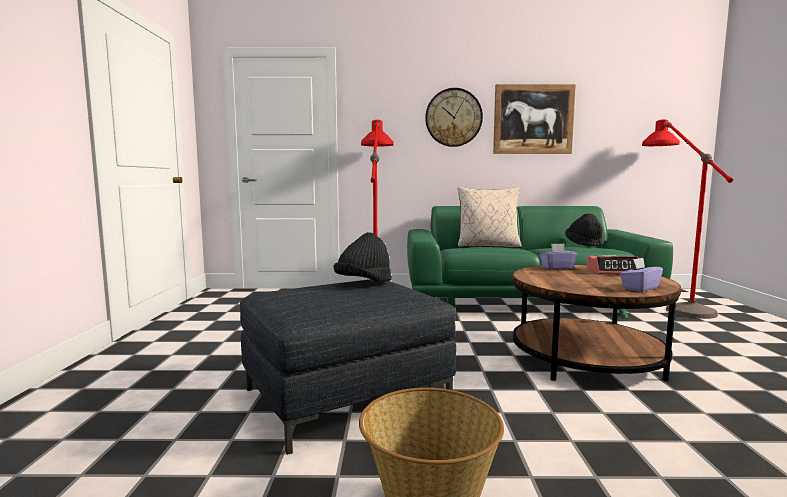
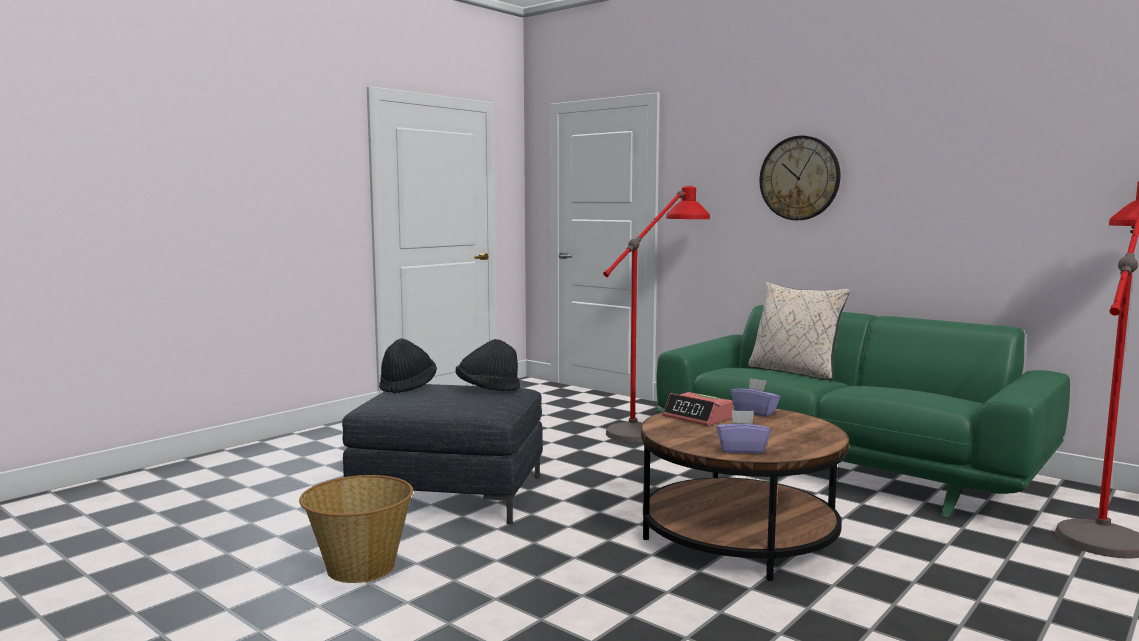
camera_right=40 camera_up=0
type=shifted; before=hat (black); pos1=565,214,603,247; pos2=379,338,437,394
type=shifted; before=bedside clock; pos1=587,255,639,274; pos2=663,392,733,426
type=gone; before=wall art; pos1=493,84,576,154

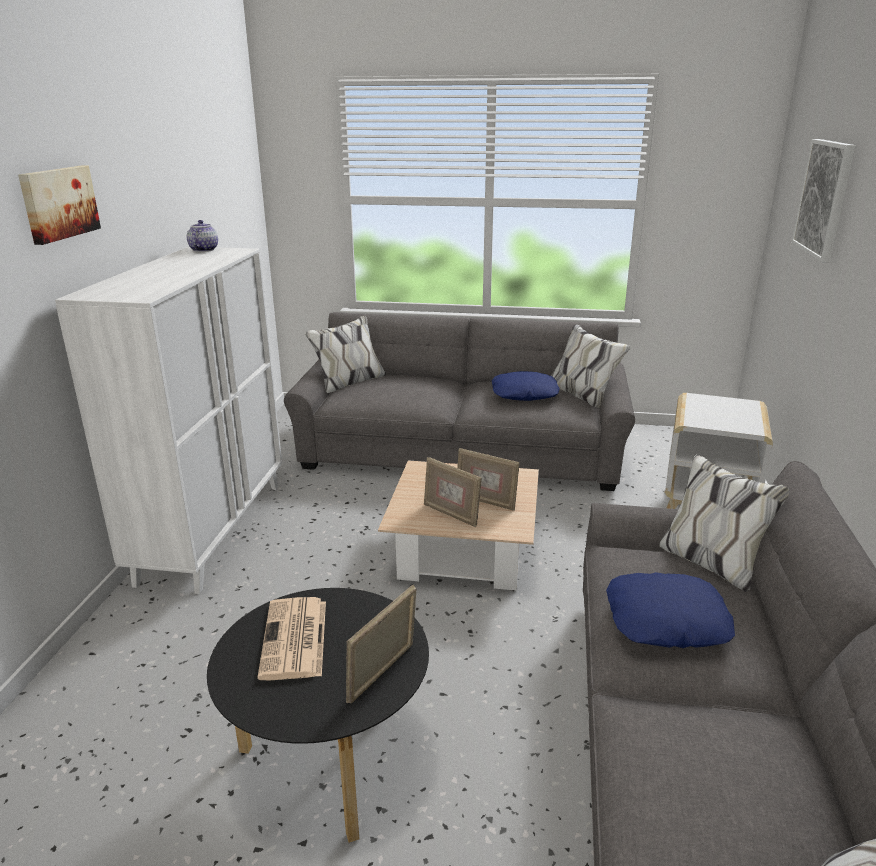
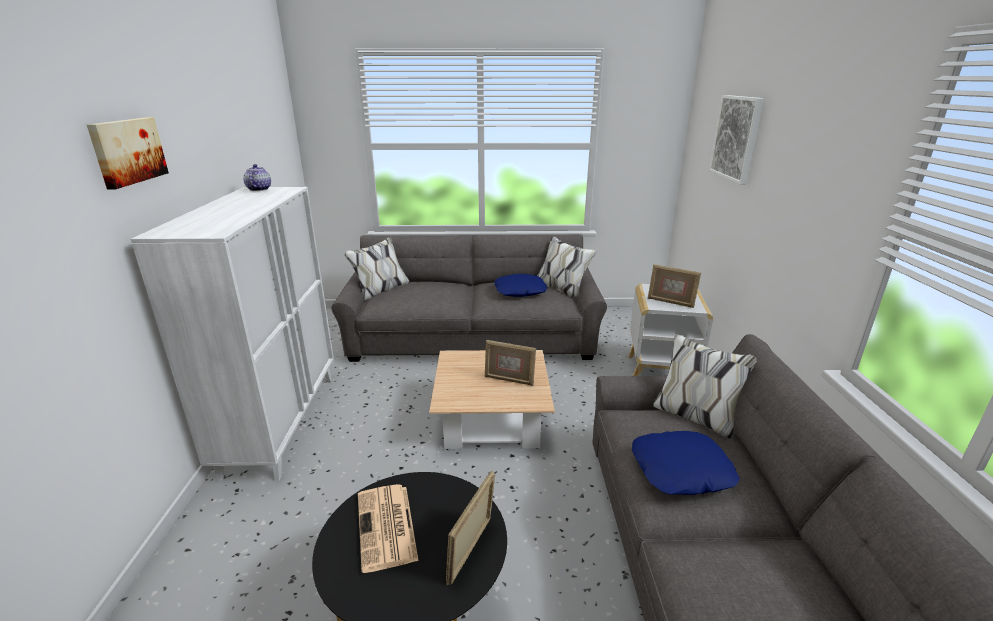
camera_right=-10 camera_up=0
type=shifted; before=picture frame; pos1=424,457,482,527; pos2=648,264,701,308

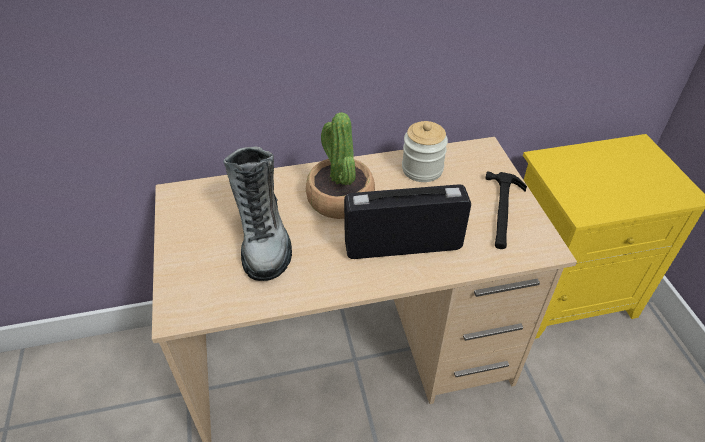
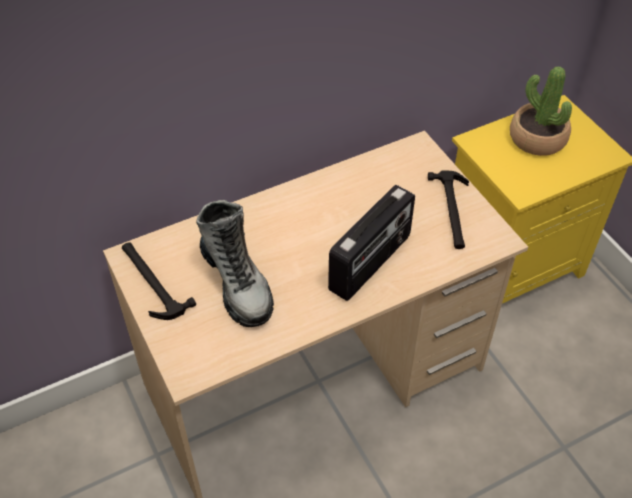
camera_right=-15 camera_up=5
type=new; after=tool hammer; pos2=122,242,196,320
type=rotated; before=radio; pos1=344,184,471,259; pos2=328,185,415,301; turn=150
type=shifted; before=plant in a pot; pos1=306,112,375,219; pos2=510,66,572,156
type=gone; before=preserve jar; pos1=402,121,448,182

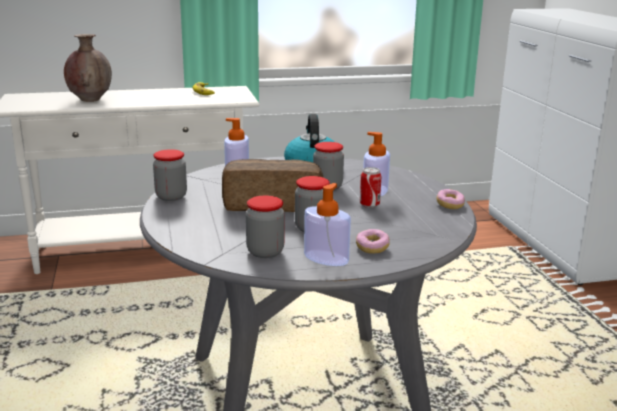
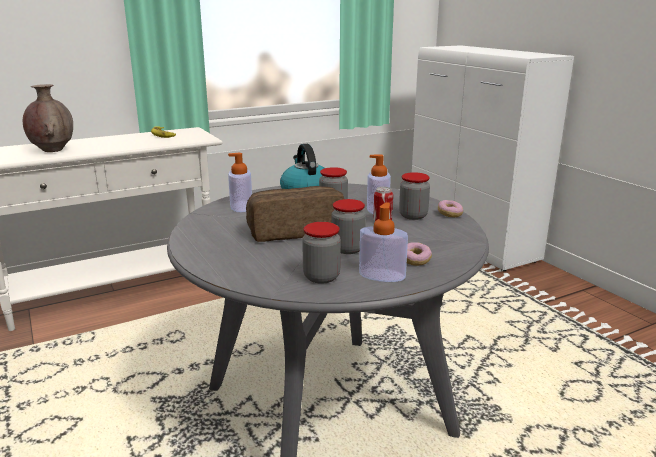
camera_right=-15 camera_up=0
type=shifted; before=preserve jar; pos1=153,149,187,201; pos2=399,172,430,220

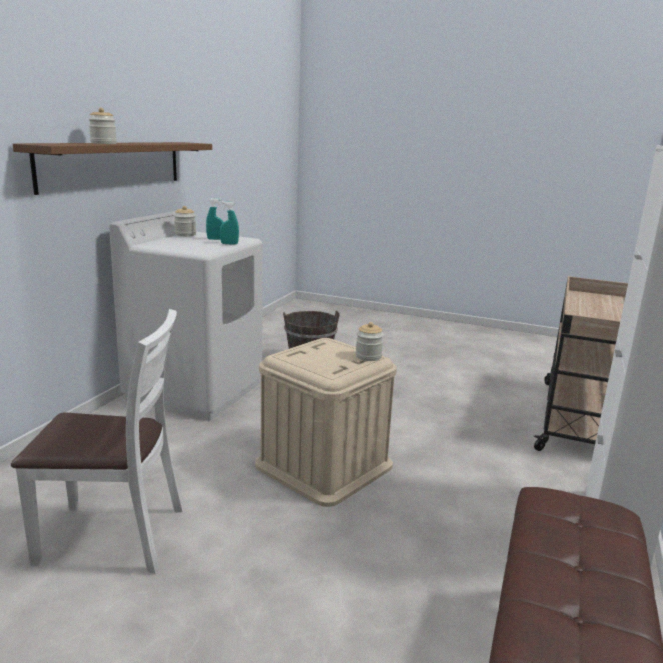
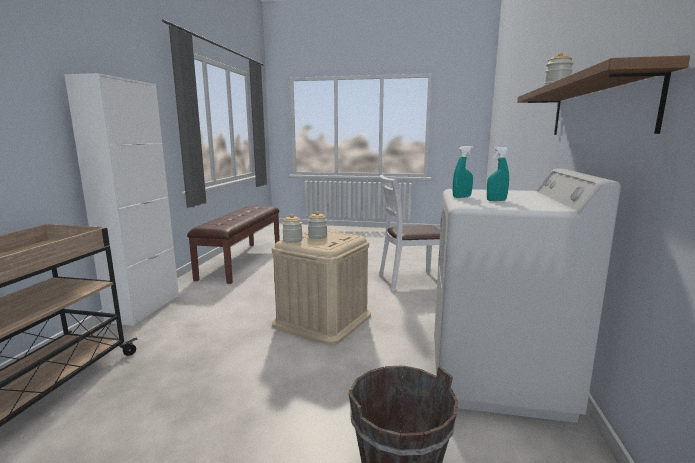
camera_right=170 camera_up=-5
type=shifted; before=preserve jar; pos1=174,206,196,236; pos2=308,211,327,239

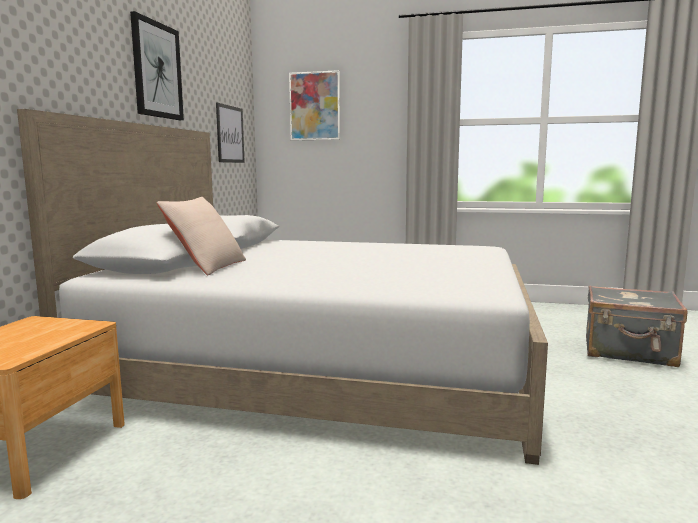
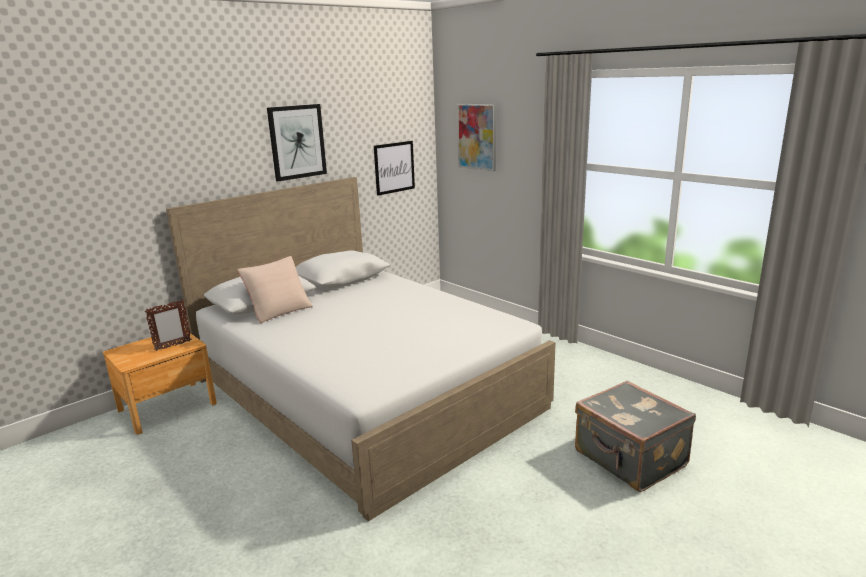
camera_right=35 camera_up=10
type=new; after=picture frame; pos2=145,300,192,351

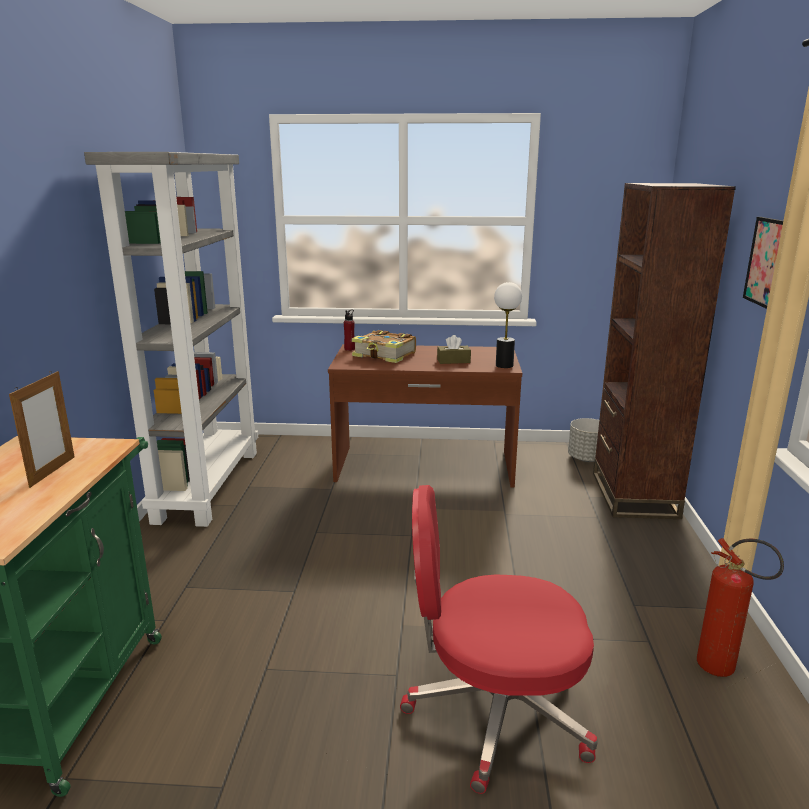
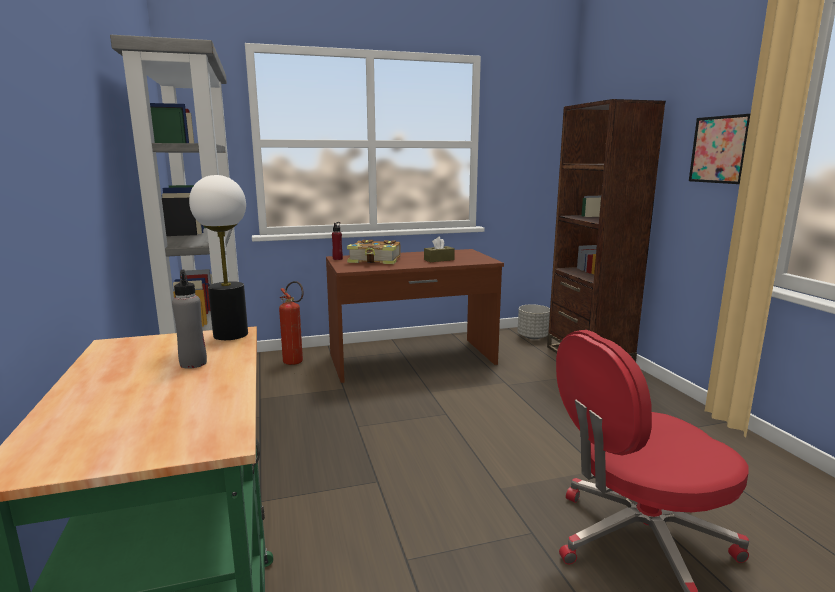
camera_right=-20 camera_up=-5
type=swapped; before=picture frame; after=beverage bottle (greyish); pos1=9,371,75,488; pos2=172,270,207,369
type=shifted; before=lamp for a table; pos1=494,282,522,368; pos2=189,175,248,340
type=shifted; before=extinguisher; pos1=697,538,784,677; pos2=279,281,304,365

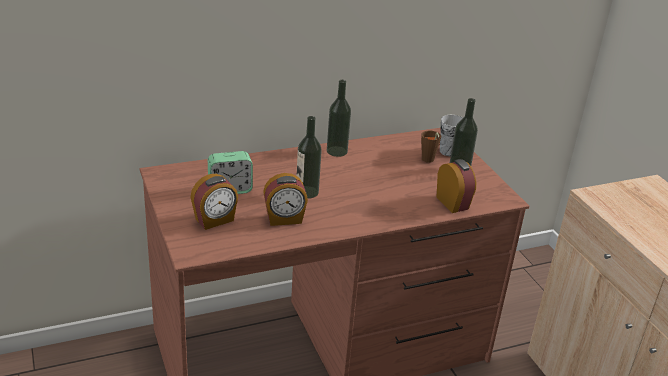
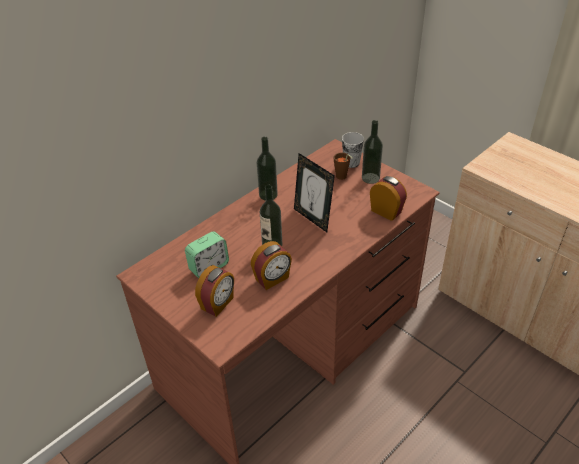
camera_right=-20 camera_up=10
type=new; after=picture frame; pos2=294,153,335,232

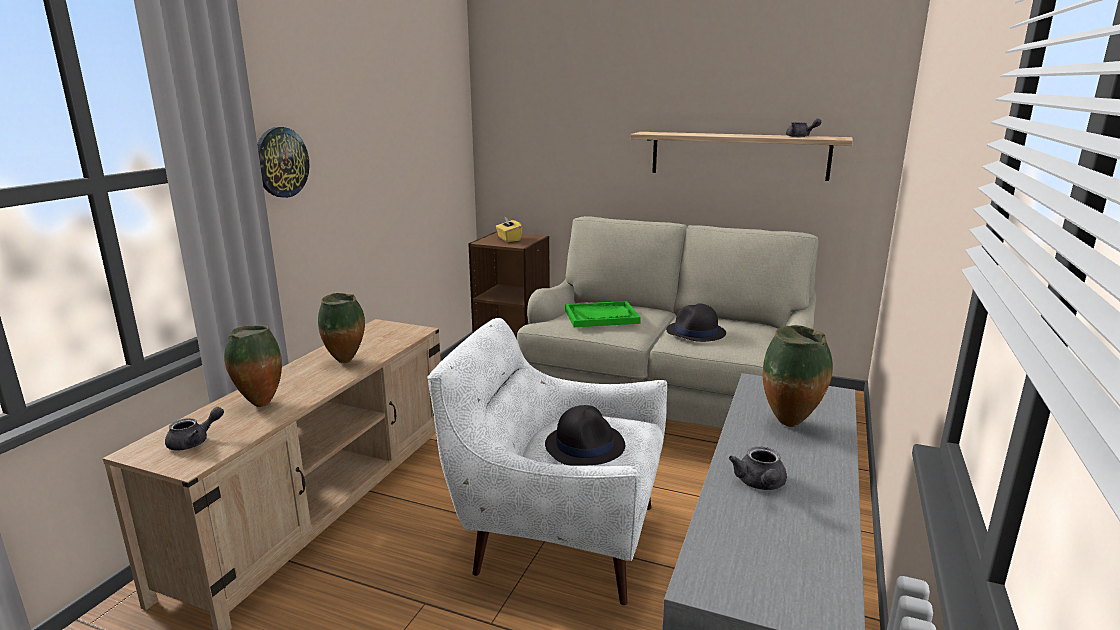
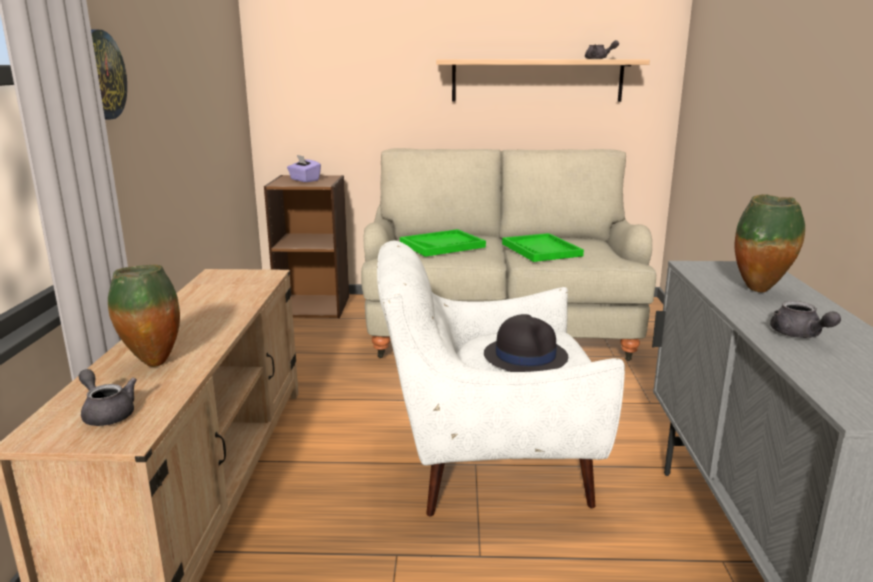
camera_right=-20 camera_up=0
type=rotated; before=pot for tea (greyish); pos1=165,407,224,451; pos2=78,369,137,426; turn=-75
type=repainted; before=tissue box (yellow-coloured); after=tissue box (purplish); pos1=496,216,522,242; pos2=287,155,321,182
type=swapped; before=hat (black); after=tray (green); pos1=666,303,726,342; pos2=502,233,584,262
type=gone; before=vase; pos1=318,293,365,363

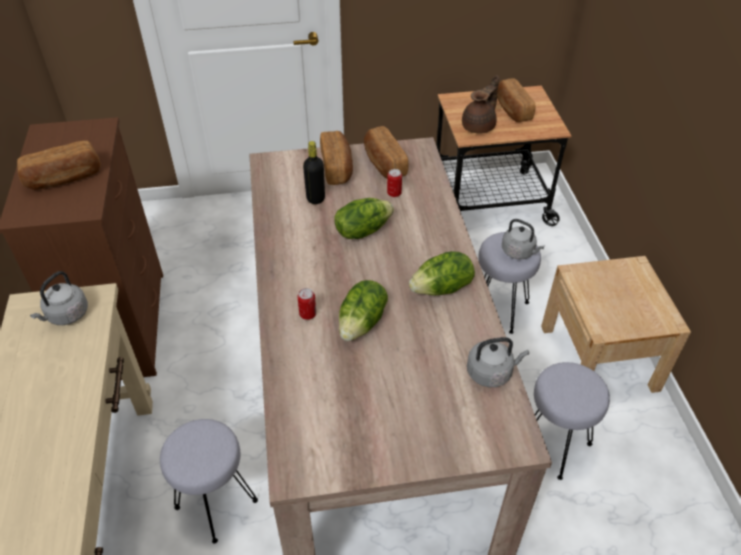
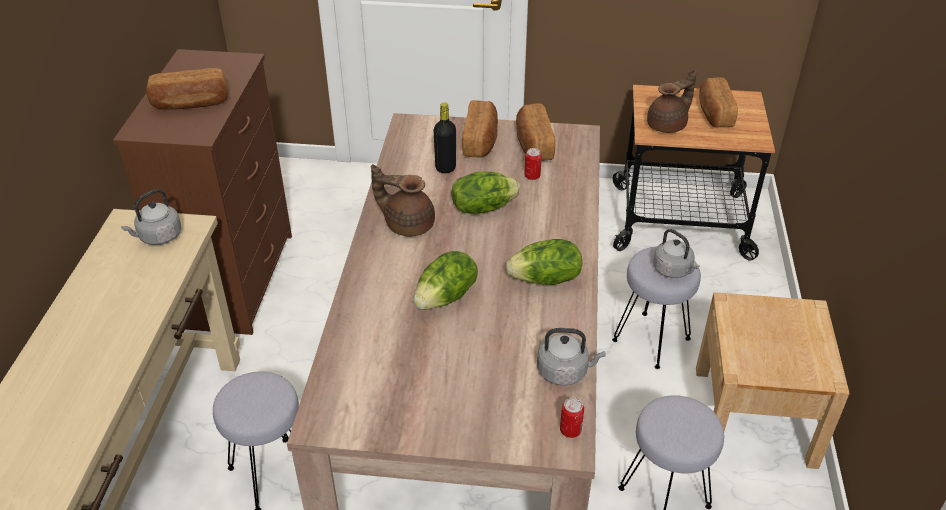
camera_right=15 camera_up=-5
type=new; after=pot for tea (brown-coloured); pos2=371,164,435,237
type=shifted; before=sealed can; pos1=297,288,316,320; pos2=560,398,584,438

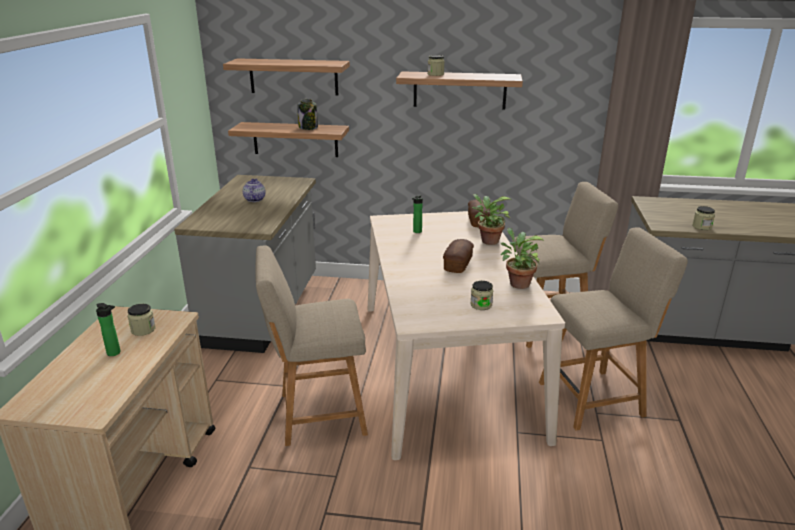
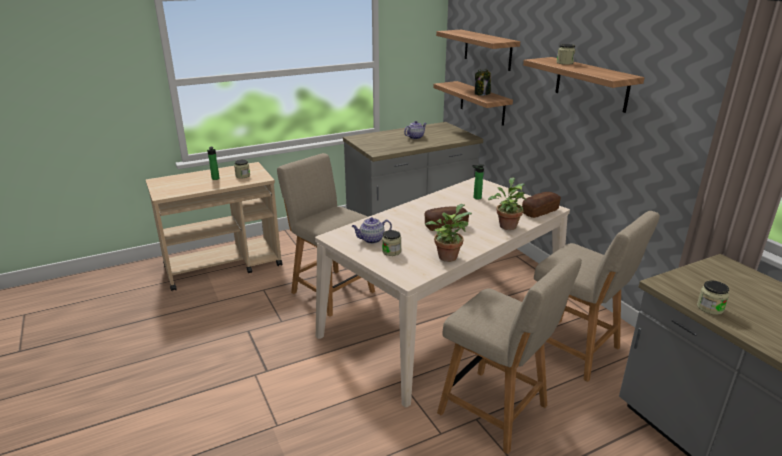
camera_right=55 camera_up=0
type=new; after=pot for tea; pos2=351,217,392,244

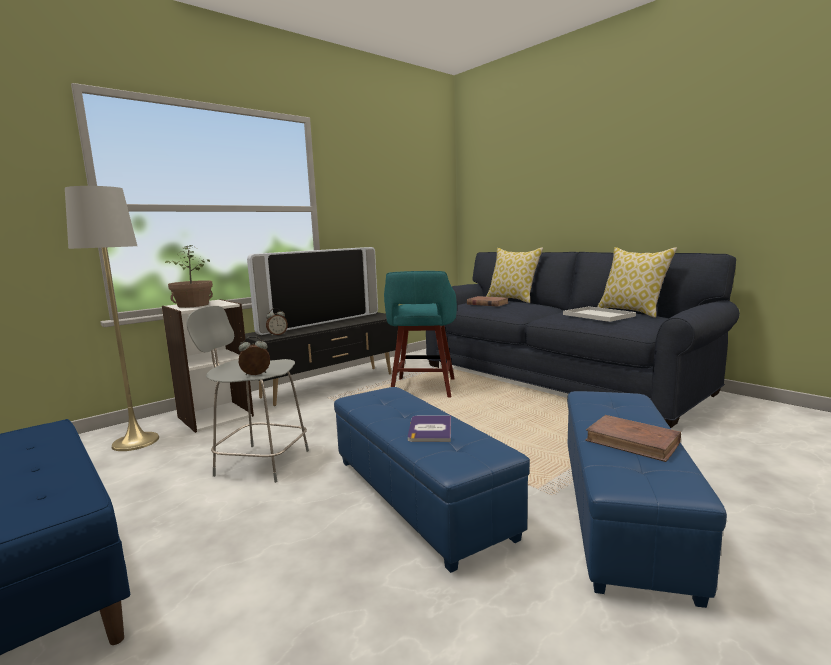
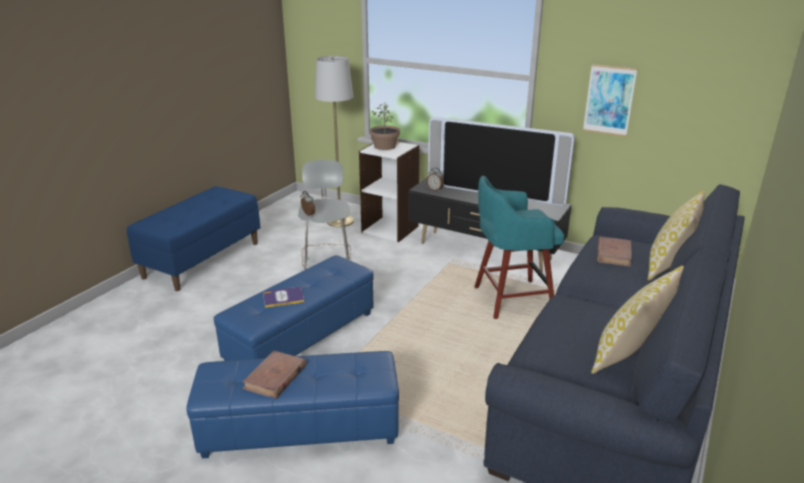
camera_right=70 camera_up=15
type=new; after=wall art; pos2=583,65,637,136
type=gone; before=tray (white); pos1=563,306,636,322

